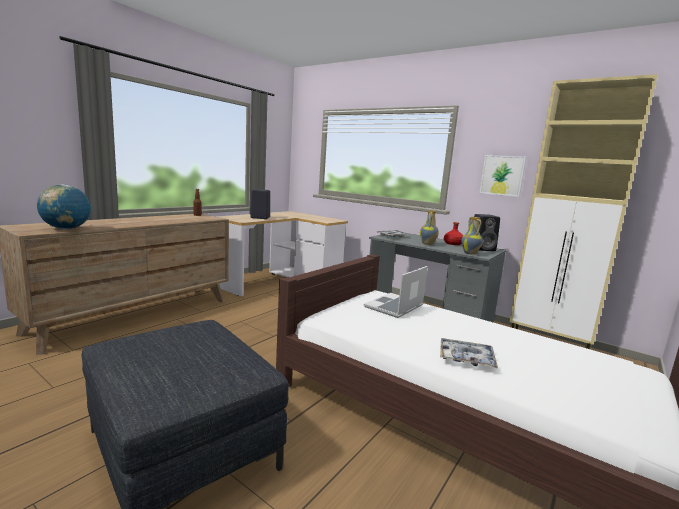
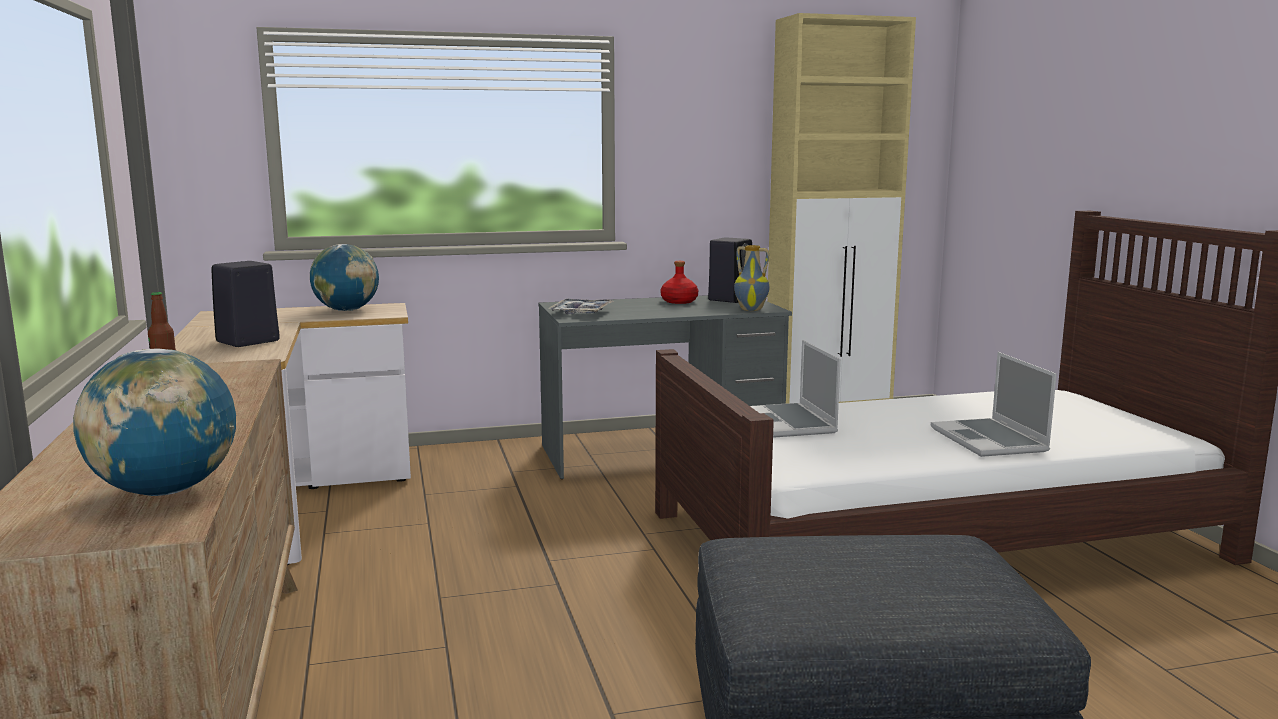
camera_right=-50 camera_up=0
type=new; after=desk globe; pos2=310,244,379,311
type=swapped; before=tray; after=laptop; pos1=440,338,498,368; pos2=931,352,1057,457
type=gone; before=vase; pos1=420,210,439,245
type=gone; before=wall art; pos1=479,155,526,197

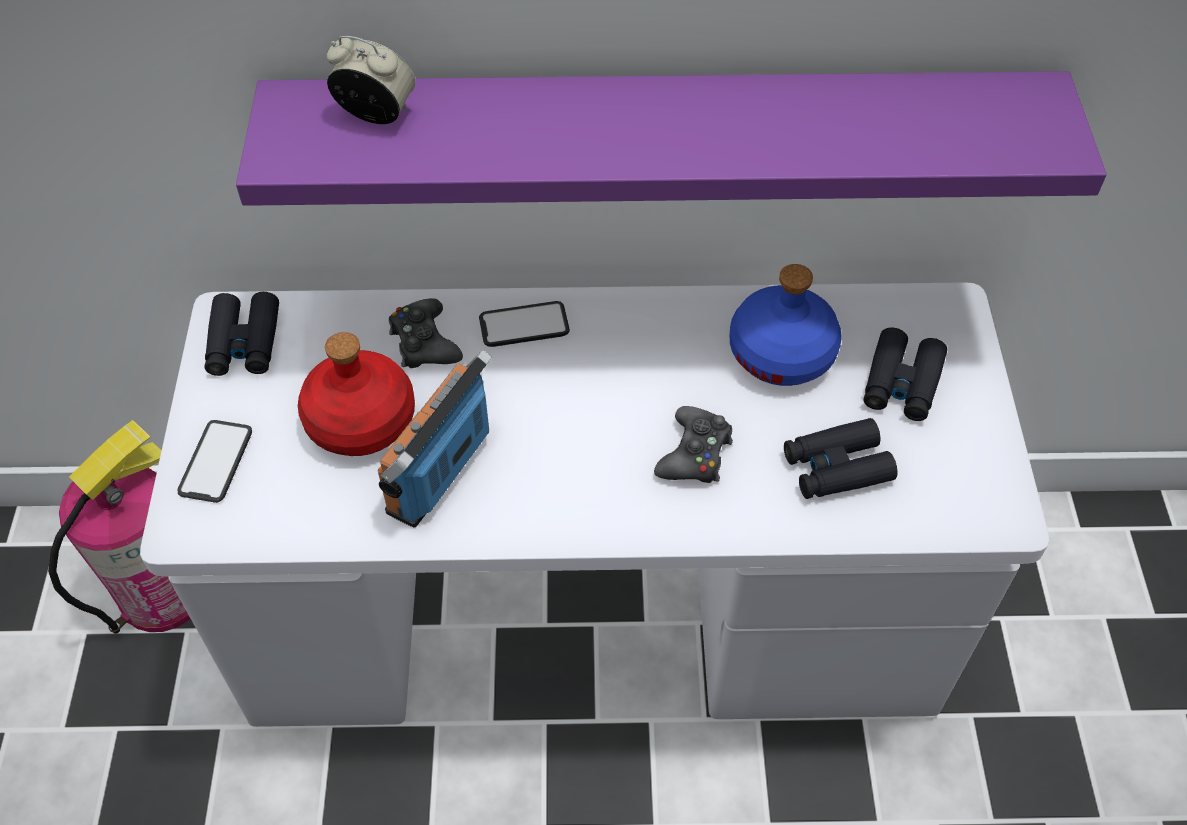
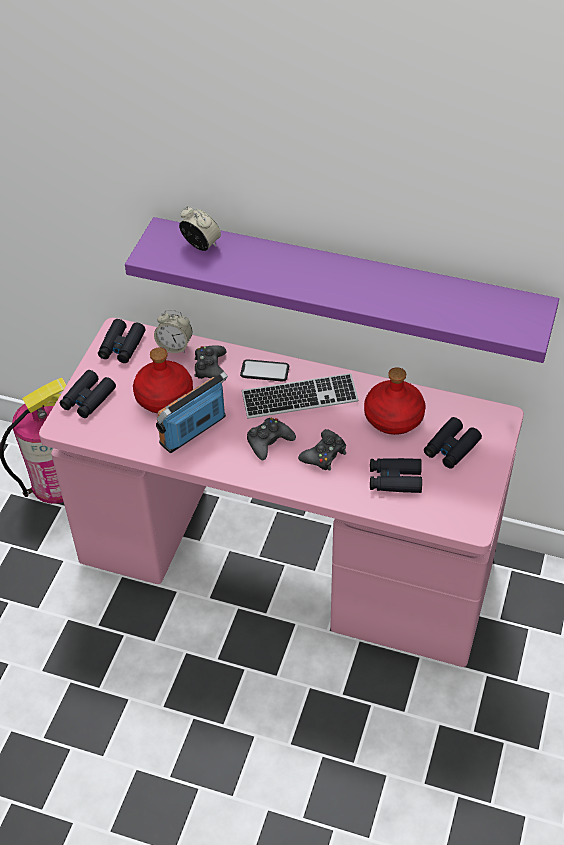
camera_right=20 camera_up=-5
type=repainted; before=desk (white); after=desk (pink); pos1=140,282,1049,727; pos2=39,318,524,667
type=swapped; before=handset; after=pair of binoculars (black); pos1=178,420,252,503; pos2=60,370,116,418
type=new; after=bedside clock; pos2=154,309,192,353
type=new; after=computer keyboard; pos2=242,373,358,419
type=new; after=joypad (black); pos2=247,418,296,460
type=repainted; before=beverage bottle (blue-coloured); after=beverage bottle (reddish); pos1=730,264,842,386; pos2=364,367,426,435

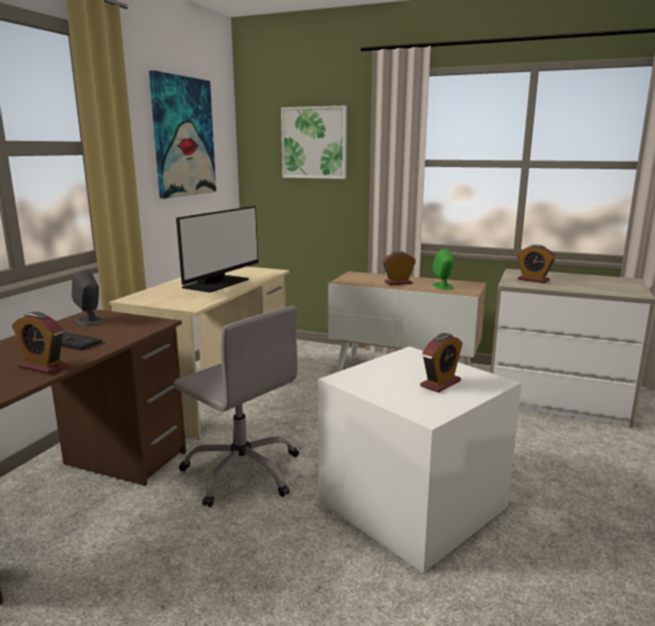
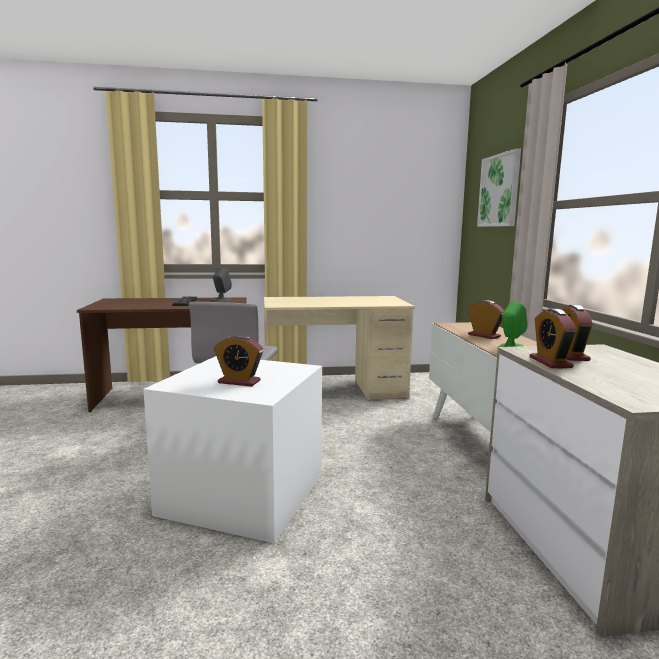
camera_right=60 camera_up=-5
type=shifted; before=bedside clock; pos1=12,312,69,374; pos2=530,309,577,368
type=gone; before=wall art; pos1=149,70,216,199
type=gone; before=computer screen; pos1=176,206,259,293

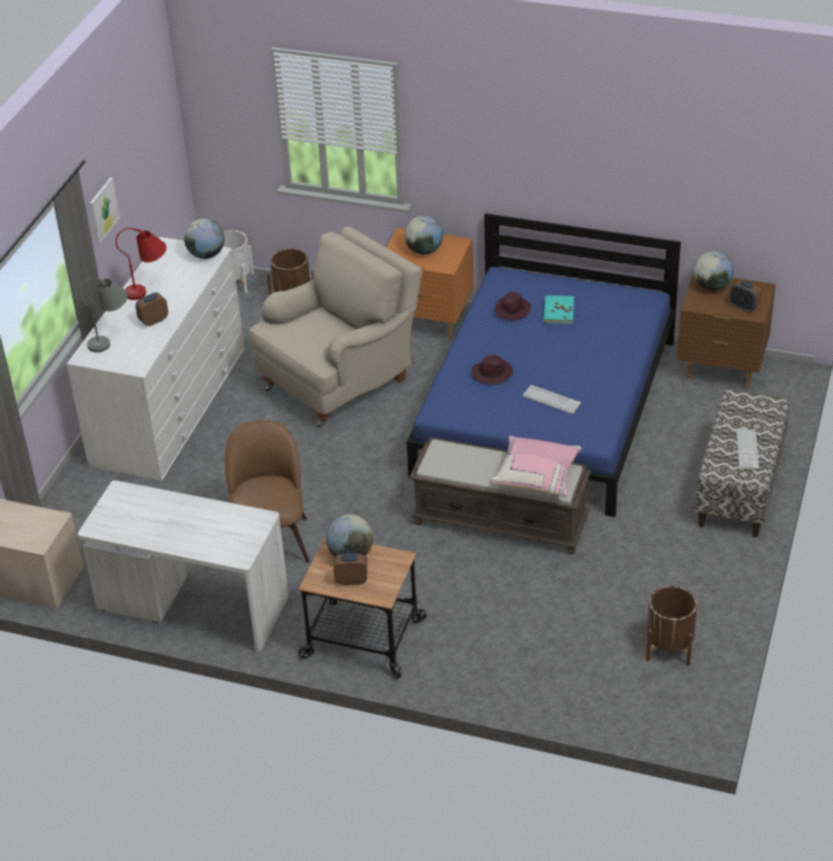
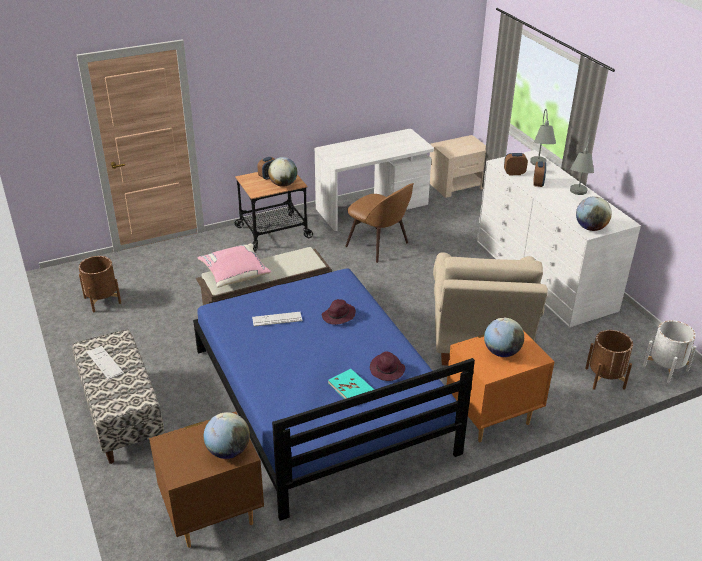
camera_right=135 camera_up=-5
type=shifted; before=bedside clock; pos1=730,280,761,313; pos2=504,153,528,175
type=repainted; before=lamp for a table (reddish); after=lamp for a table (greyish); pos1=116,228,166,300; pos2=570,136,594,195
type=gone; before=wall art; pos1=90,177,120,244

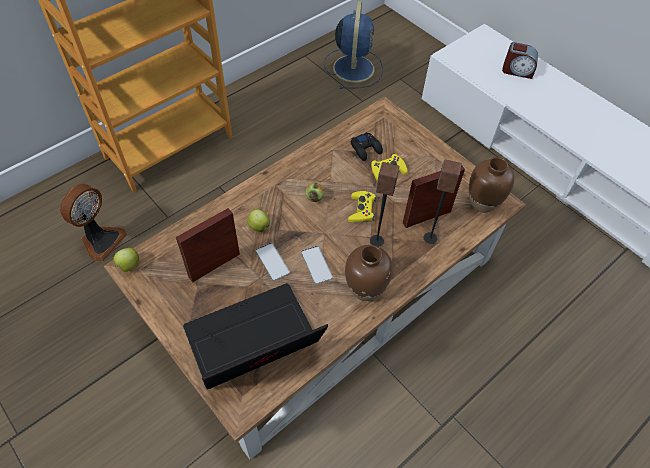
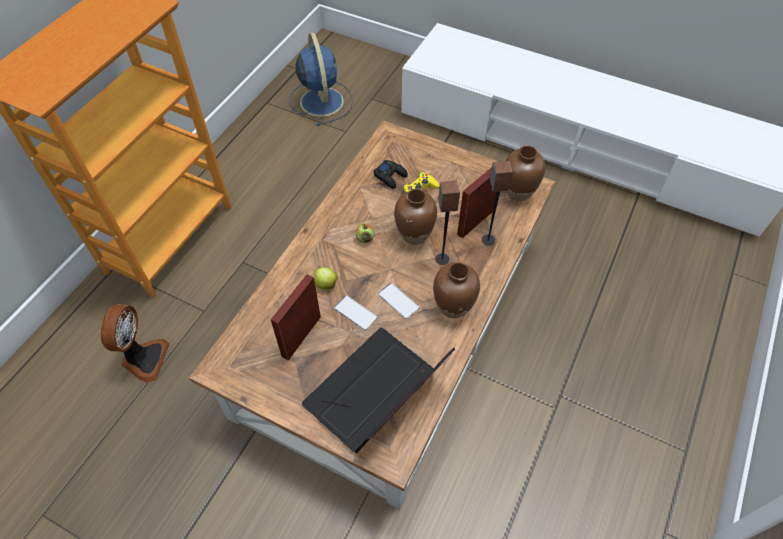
camera_right=-20 camera_up=0
type=swapped; before=joypad (yellow-coloured); after=vase (brown-coloured); pos1=348,191,377,222; pos2=394,189,437,245
type=gone; before=whole apple; pos1=113,248,139,272
type=gone; before=bedside clock; pos1=502,42,538,79

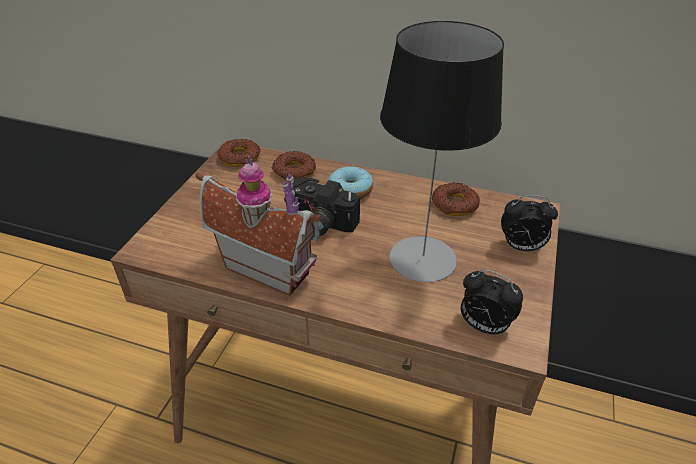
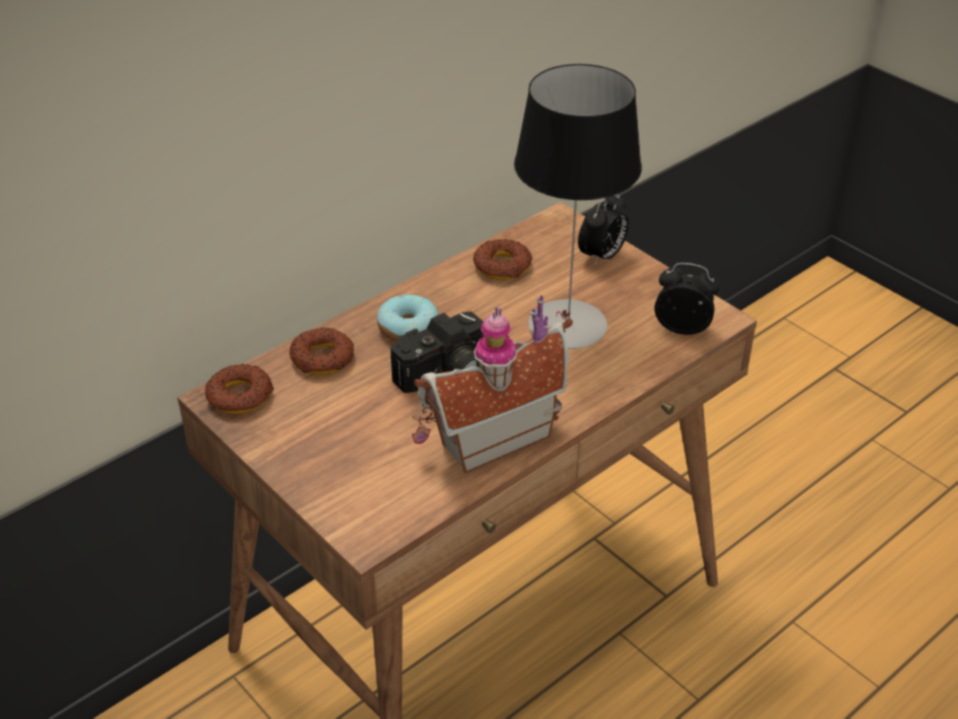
camera_right=-60 camera_up=0
type=rotated; before=bedside clock; pos1=461,269,523,336; pos2=655,263,720,335; turn=-135

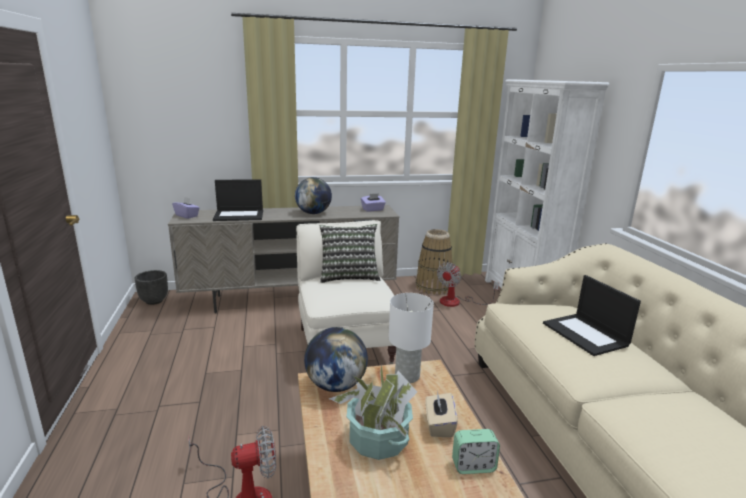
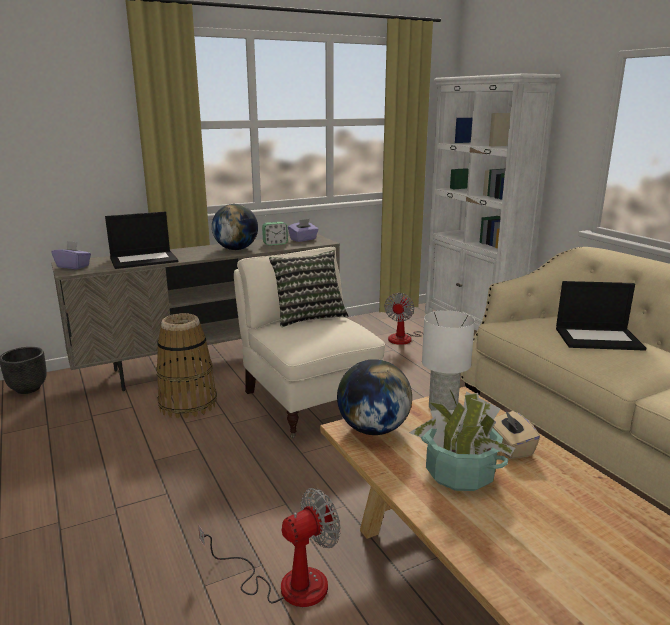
camera_right=-15 camera_up=0
type=shifted; before=household basket; pos1=416,229,453,295; pos2=156,313,217,419
type=shifted; before=bedside clock; pos1=452,429,500,474; pos2=262,222,288,246
type=rotated; before=laptop; pos1=543,275,641,356; pos2=556,281,646,351; turn=-45

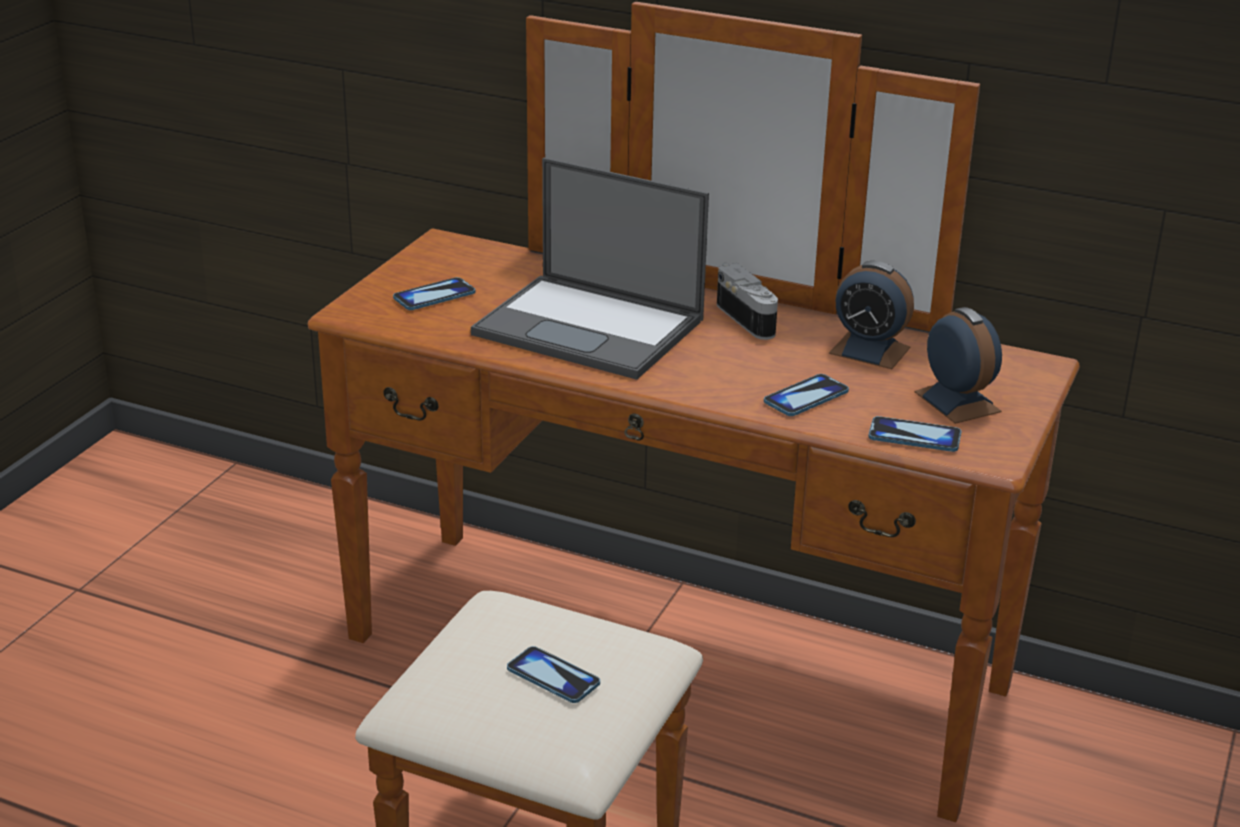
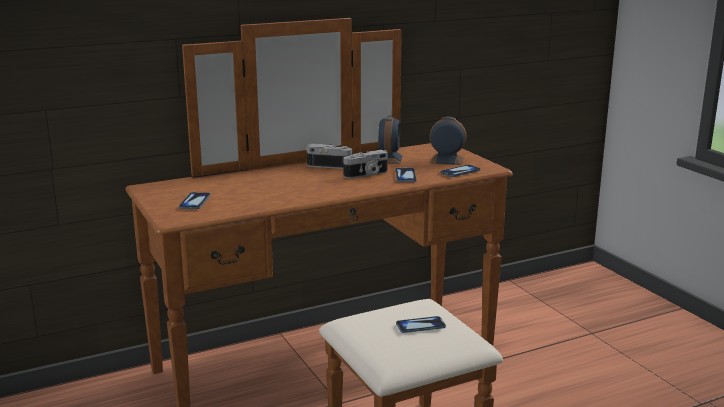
camera_right=-50 camera_up=-10
type=new; after=photo camera; pos2=343,150,388,179
type=rotated; before=bedside clock; pos1=829,261,914,369; pos2=378,115,403,164; turn=-60
type=gone; before=laptop; pos1=471,158,709,380

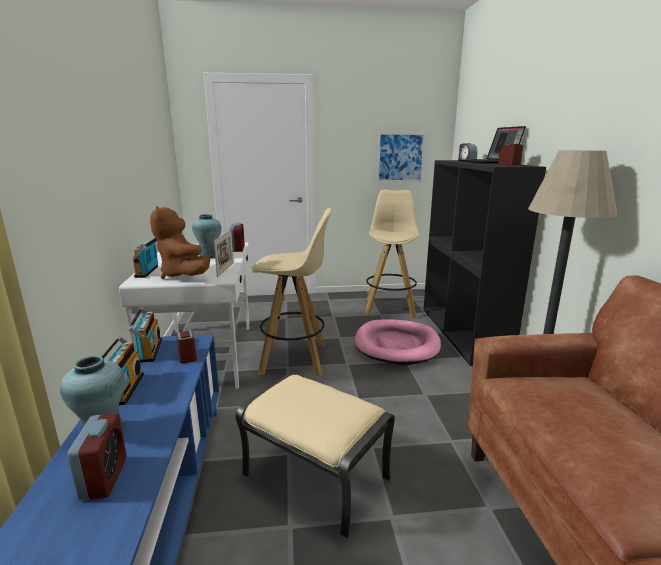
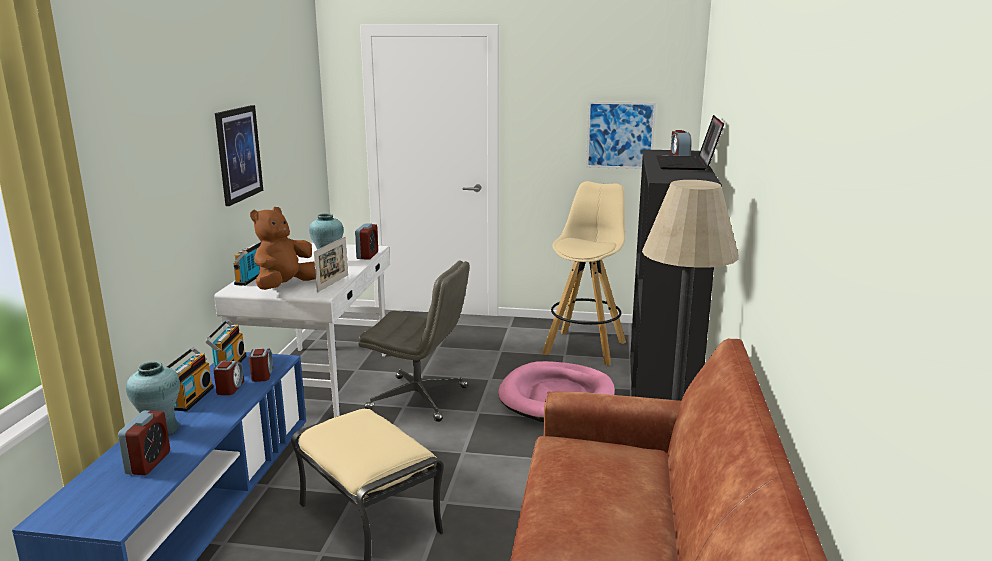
camera_right=15 camera_up=0
type=shifted; before=bedside clock; pos1=498,144,524,165; pos2=213,361,244,395
type=new; after=wall art; pos2=215,105,263,206
type=rotated; before=plush toy (brown-coloured); pos1=150,206,210,279; pos2=250,207,316,290; turn=45
type=swapped; before=sitting stool (beige-coloured); after=desk chair (greyish); pos1=252,208,332,376; pos2=359,261,469,422

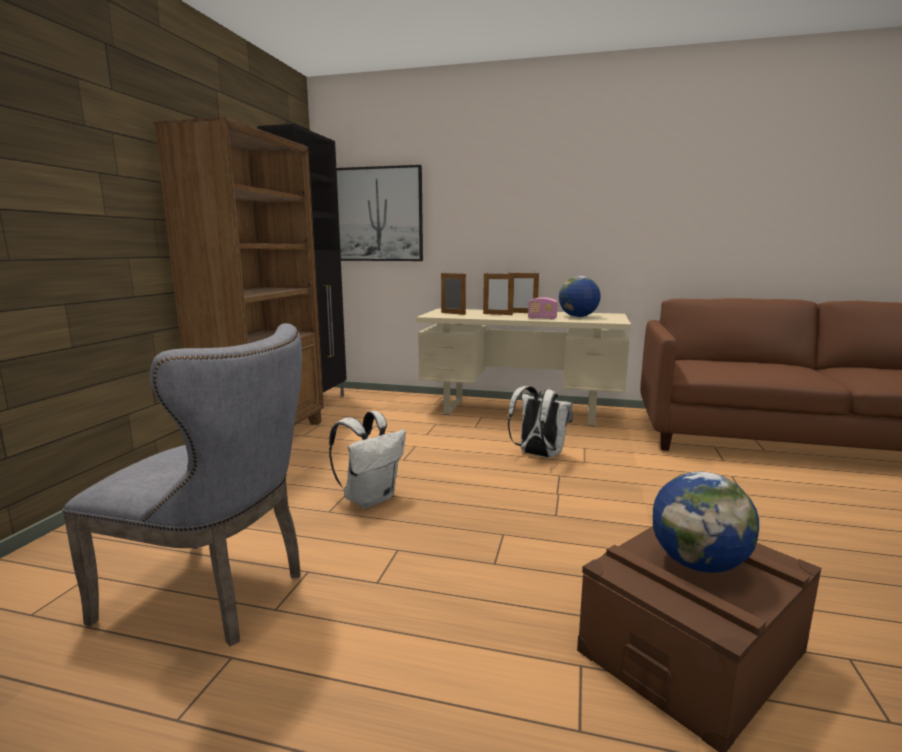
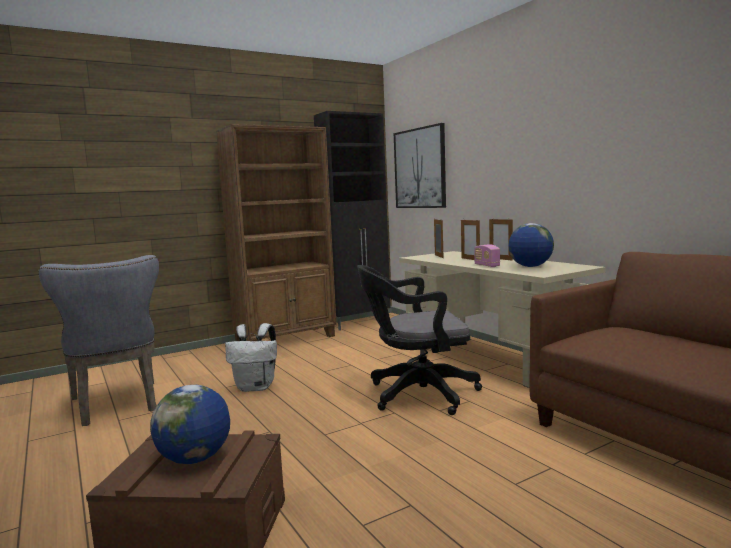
camera_right=45 camera_up=-5
type=swapped; before=backpack (white); after=desk chair (black); pos1=508,386,573,458; pos2=357,265,482,415

